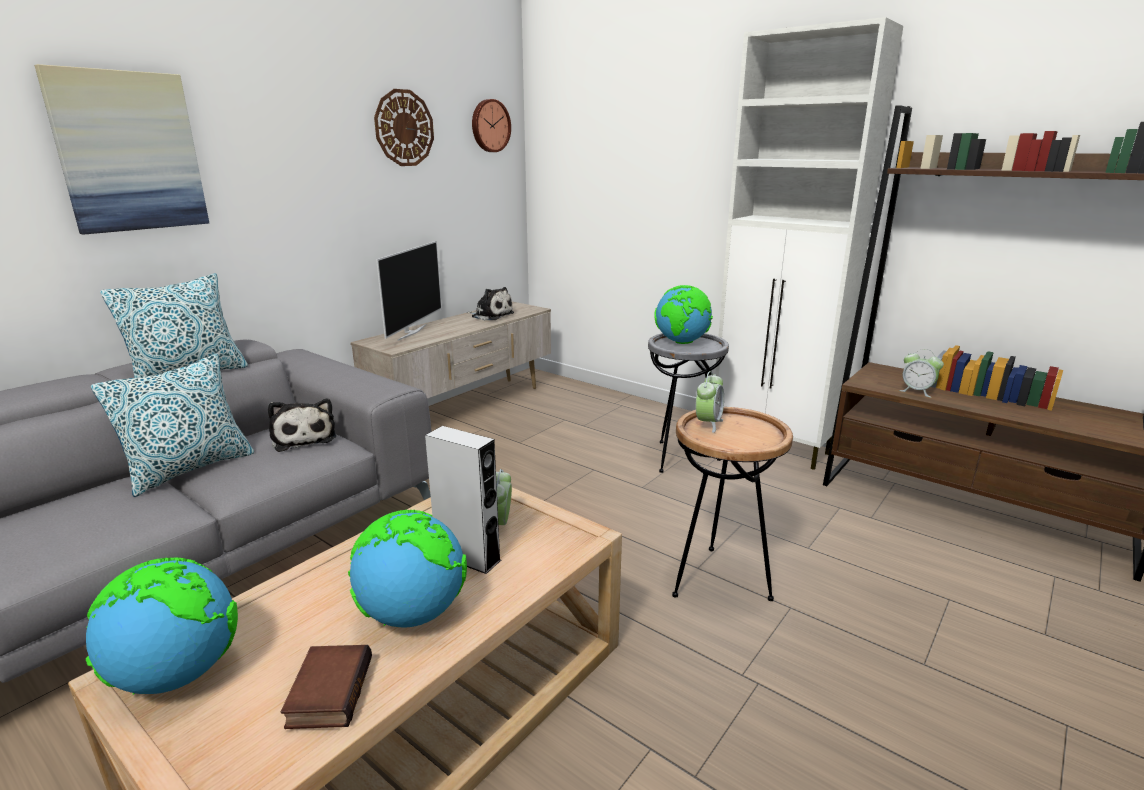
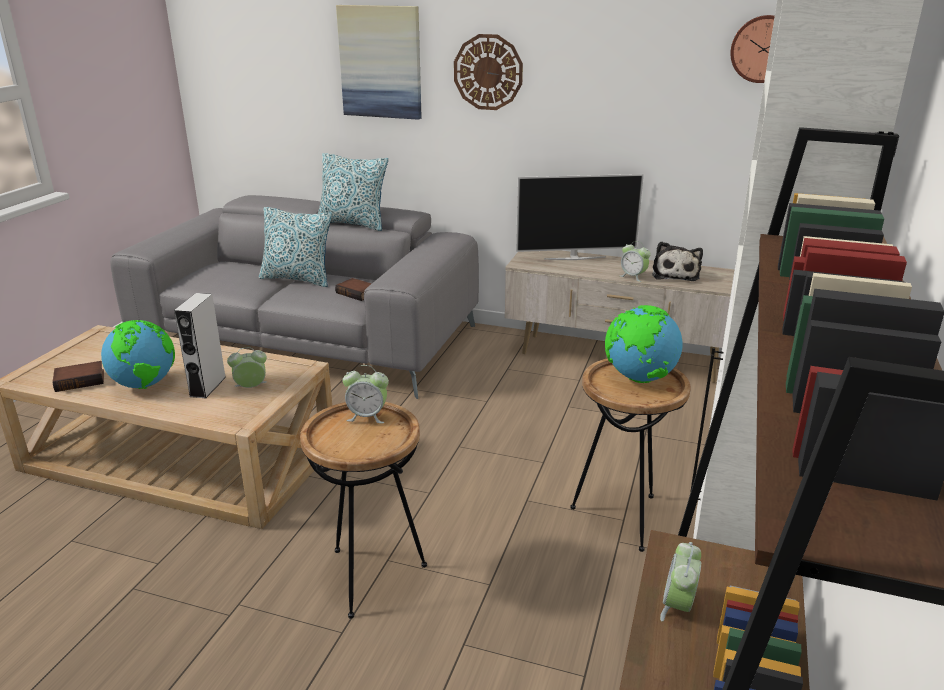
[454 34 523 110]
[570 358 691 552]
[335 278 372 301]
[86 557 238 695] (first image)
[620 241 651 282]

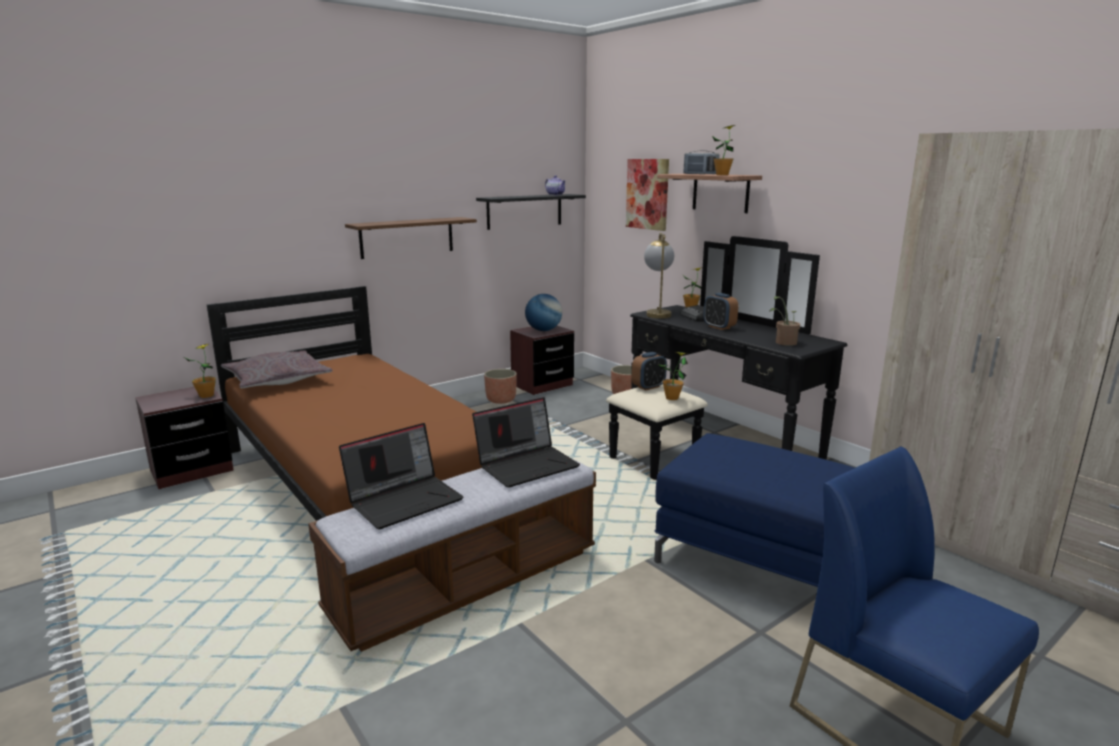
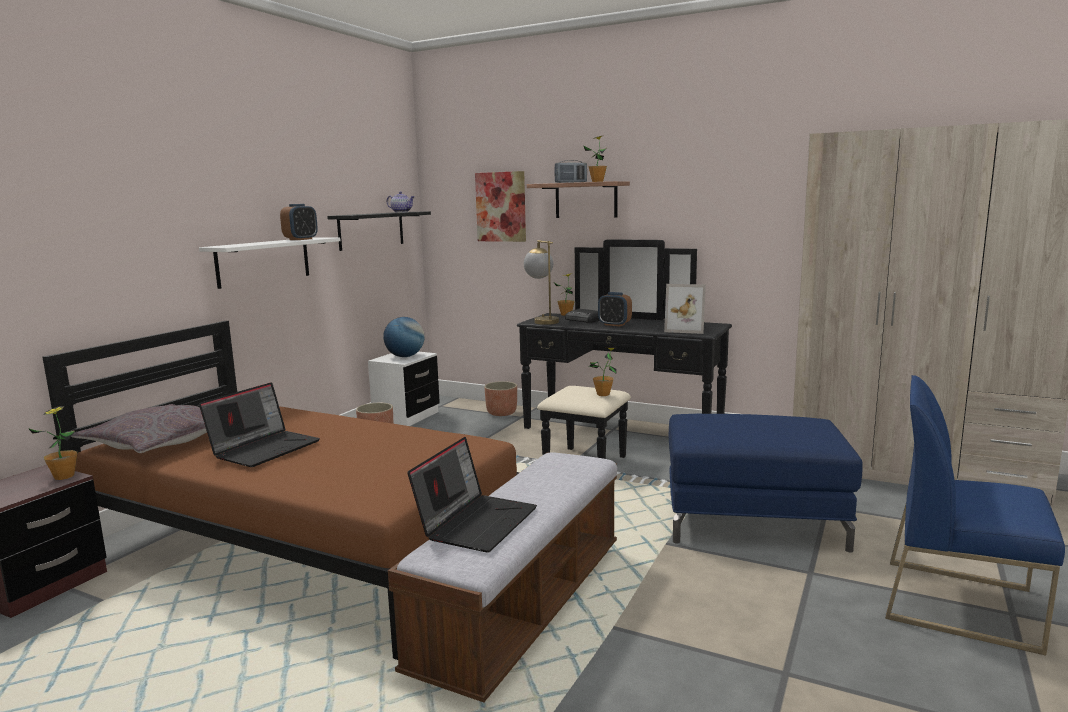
[199 237 341 289]
[664 284 706 334]
[368 352 440 426]
[280 204 318 240]
[199 382 320 467]

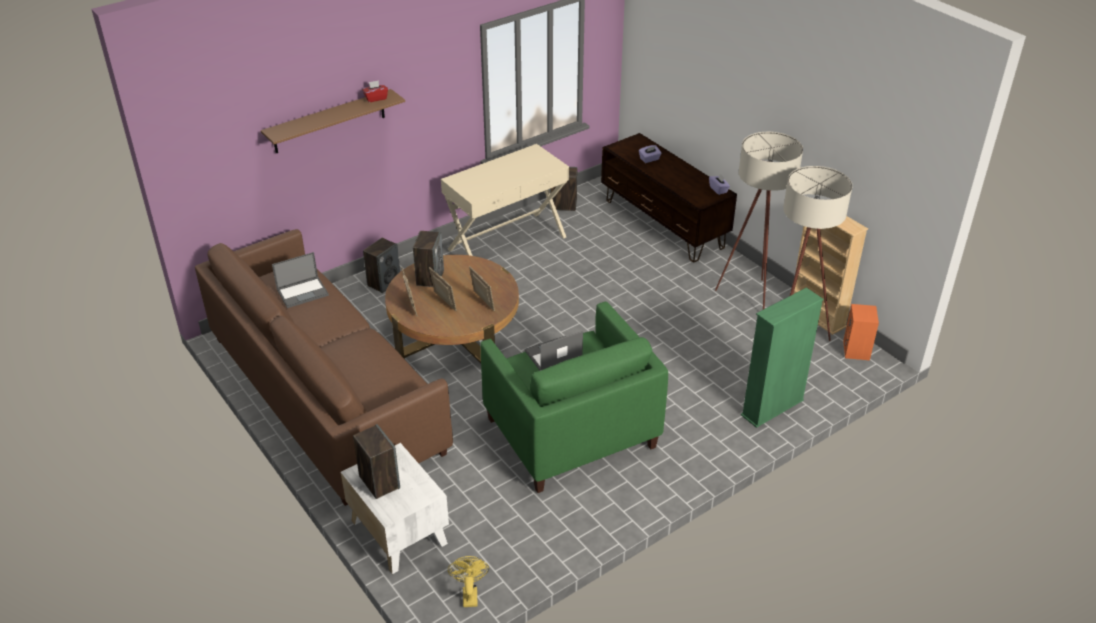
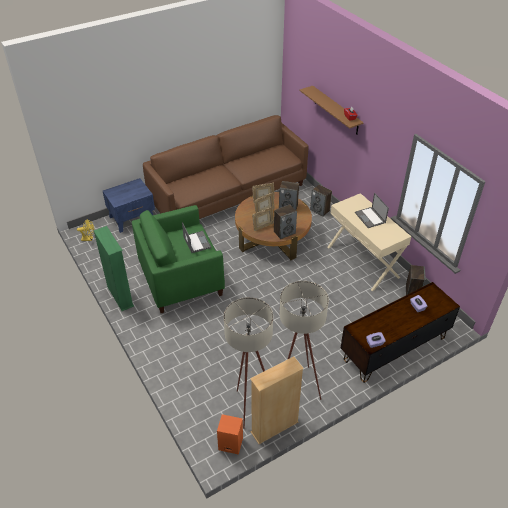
[355 193 389 228]
[94 226 134 311]
[274 205 297 239]
[103 178 155 233]

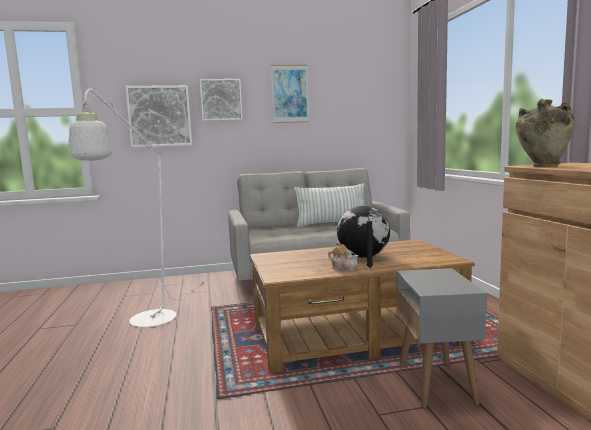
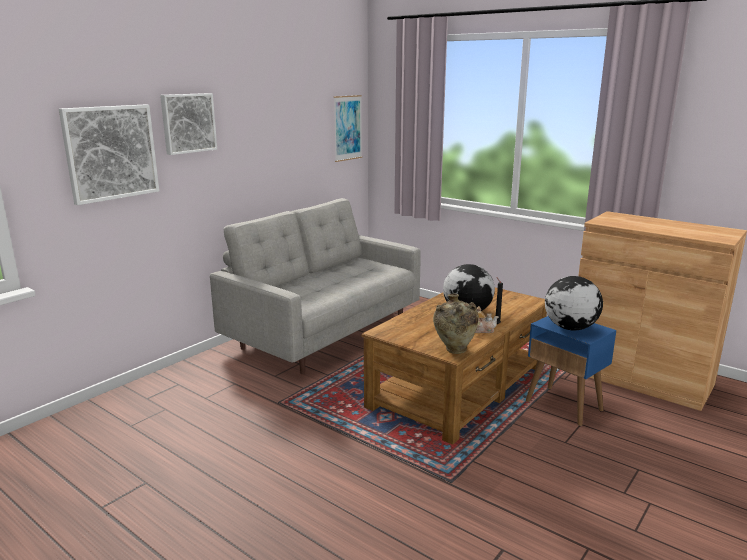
[334 95 362 162]
[69 86 206 327] (first image)
[433 294 479 354]
[294 183 365 227] (first image)
[526 316 616 426]
[545 276 603 331]

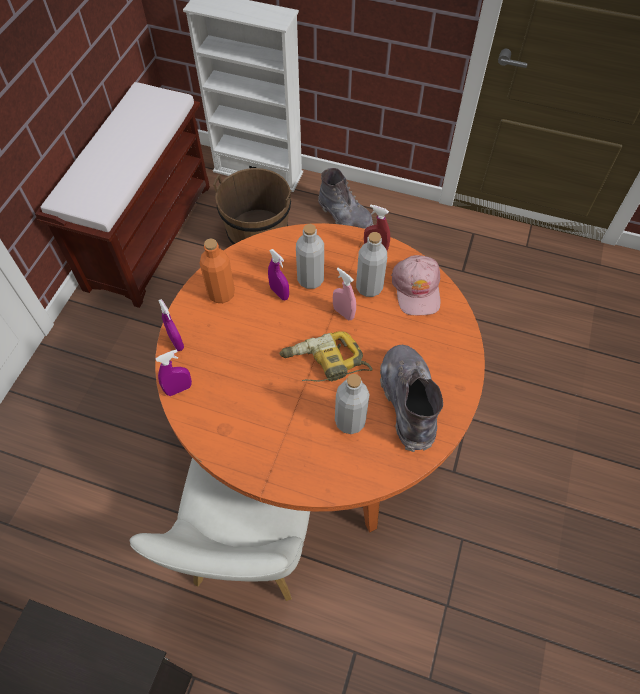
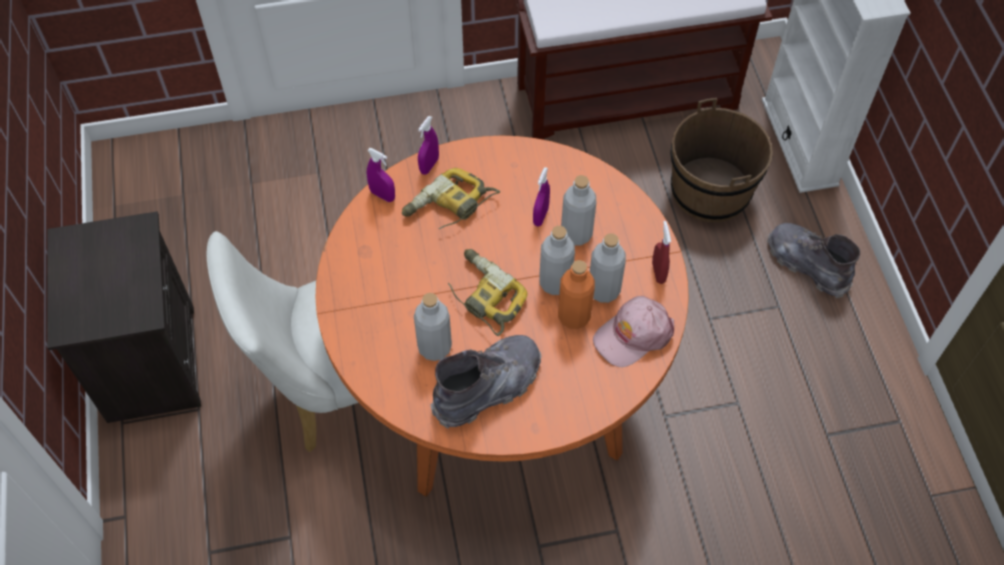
[767 223 860 299]
[558 260 595 329]
[539 226 575 295]
[402 168 500 229]

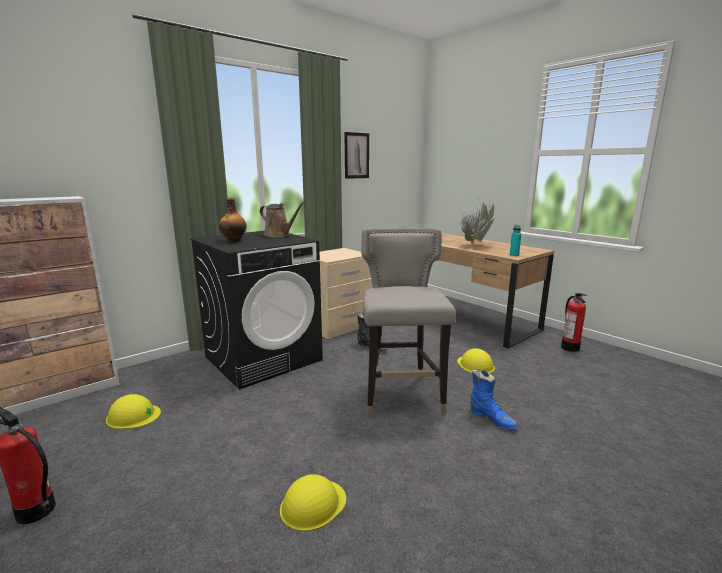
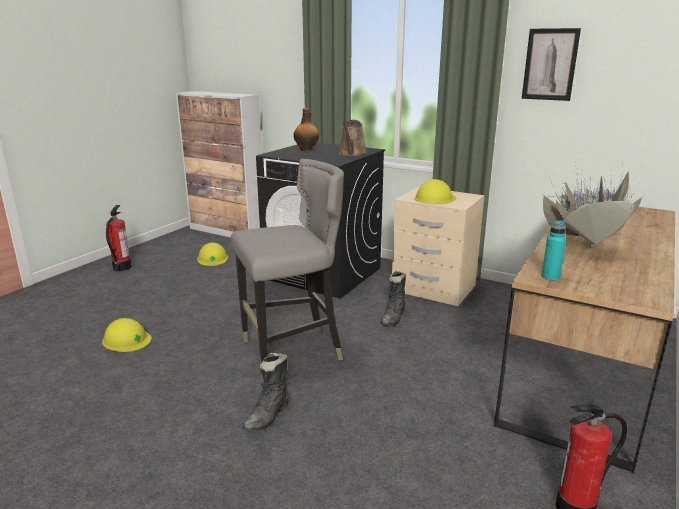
[414 179 457 204]
[242 353 289 432]

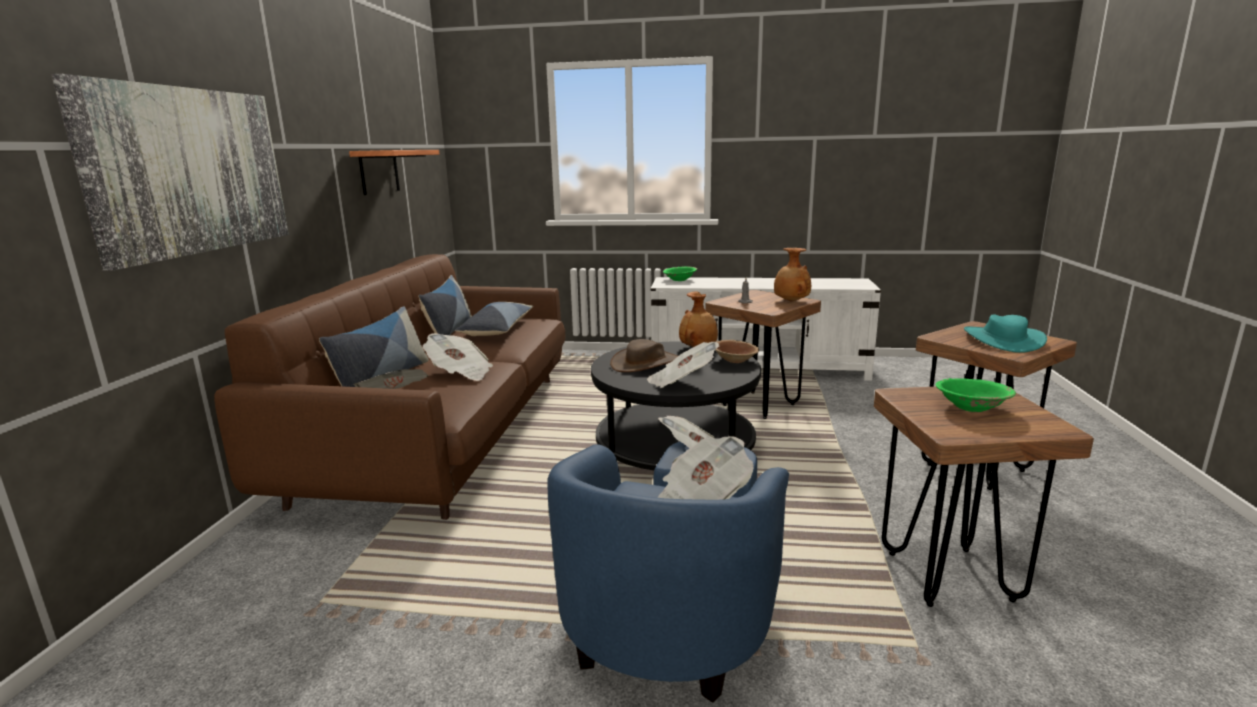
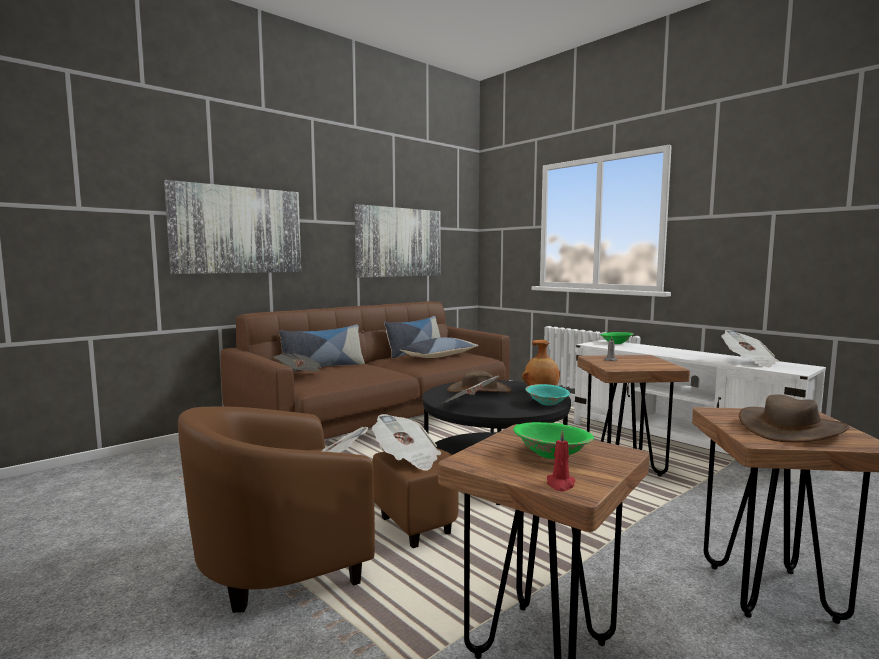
[354 204 440 277]
[774 248 811 302] (first image)
[739 394 850 442]
[721 330 779 368]
[525 384 570 406]
[178 406 459 613]
[547 430 575 492]

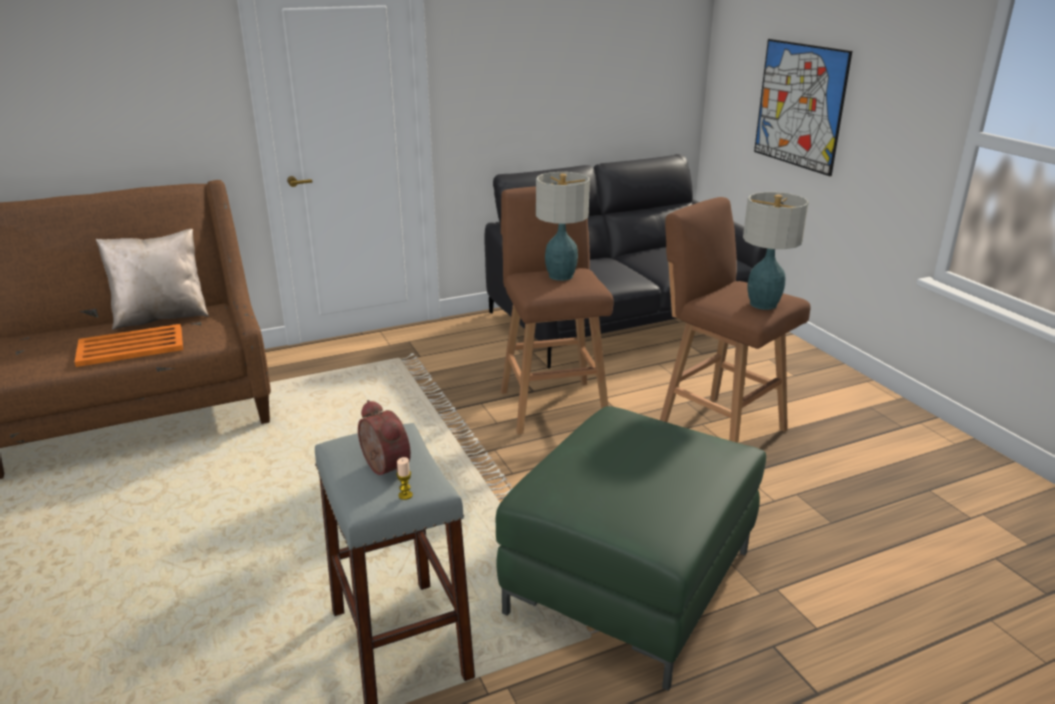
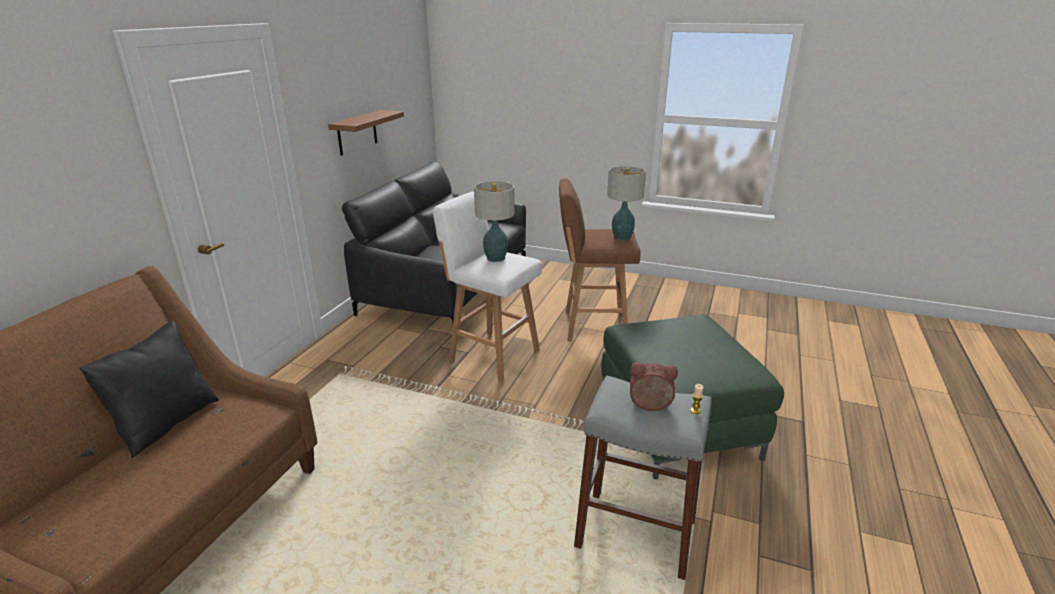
[754 39 852 176] (first image)
[433 191 542 382]
[79 321 219 458]
[75 324 183 367] (first image)
[328 110 404 156]

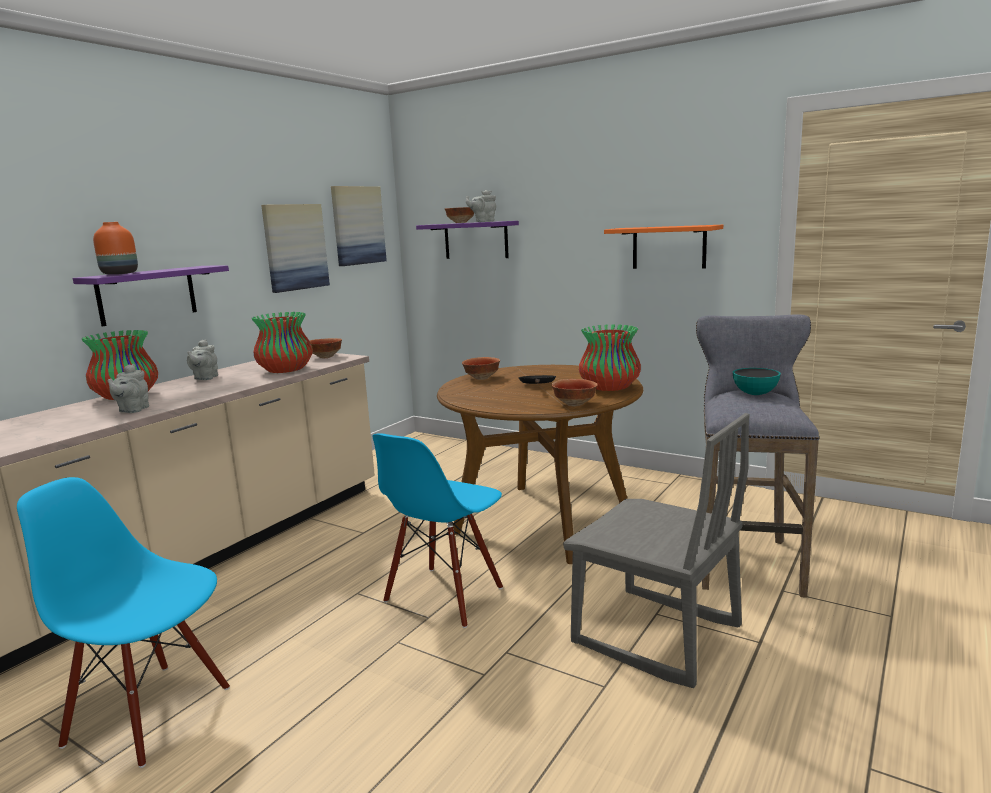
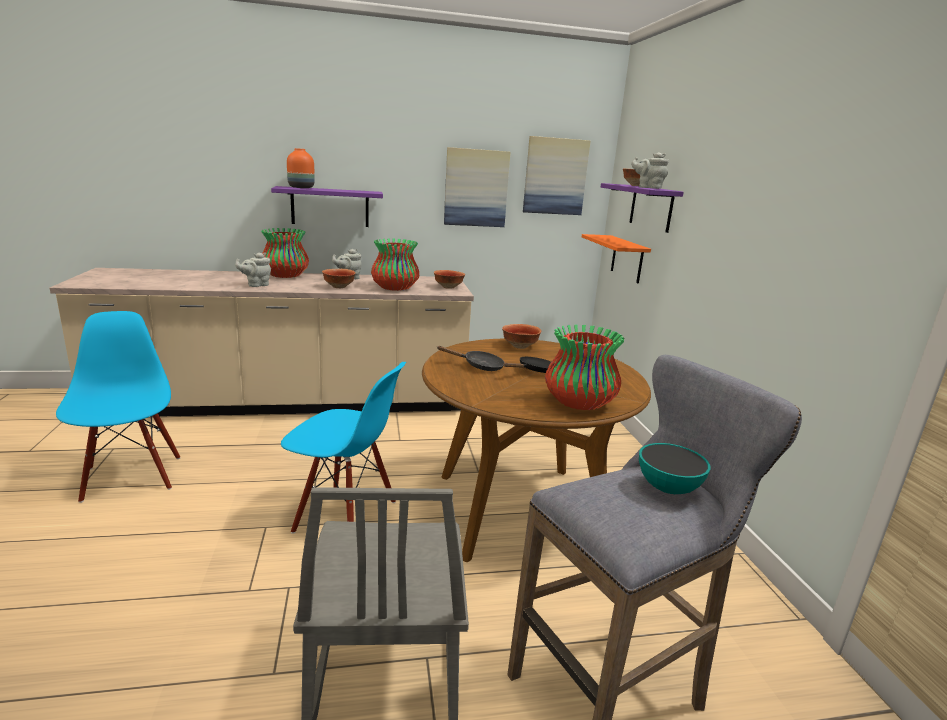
[582 234 651 283]
[322 269 356 288]
[281 362 406 534]
[437 346 505 371]

